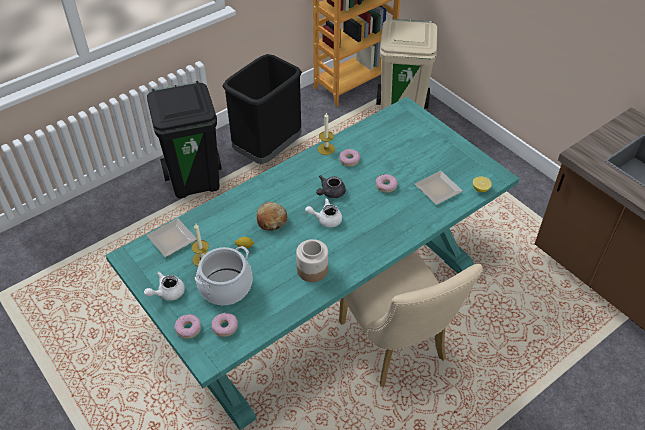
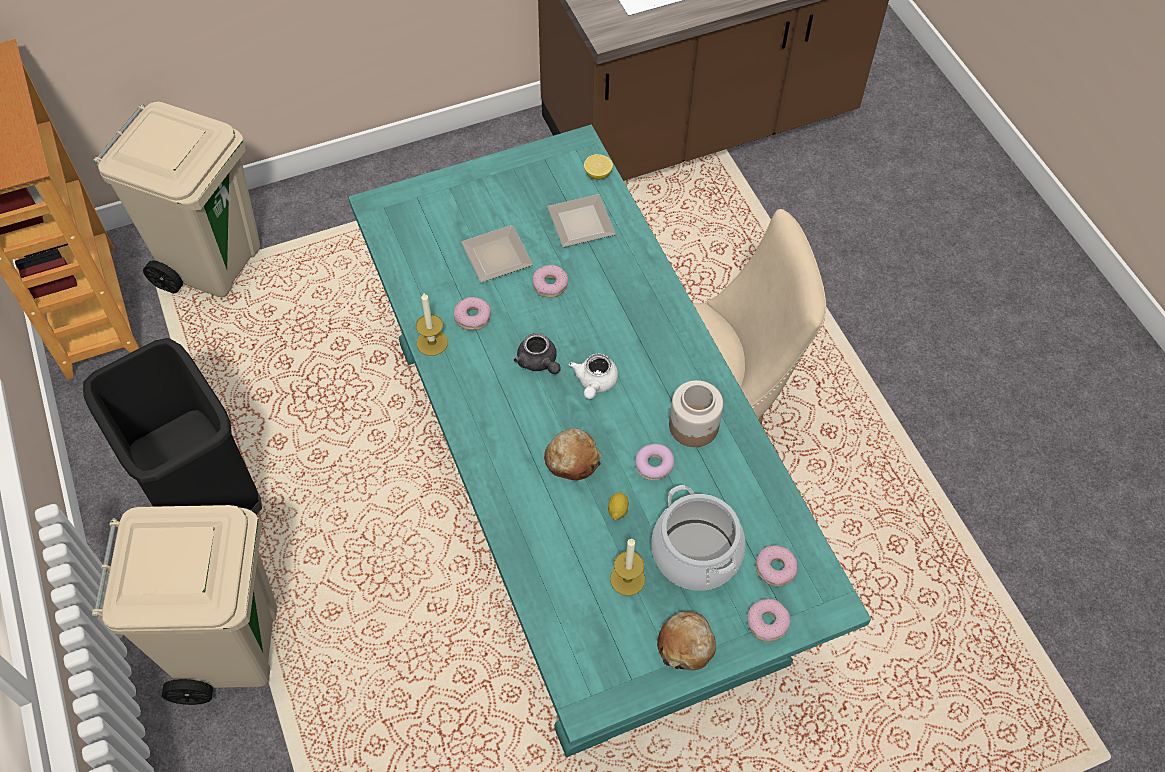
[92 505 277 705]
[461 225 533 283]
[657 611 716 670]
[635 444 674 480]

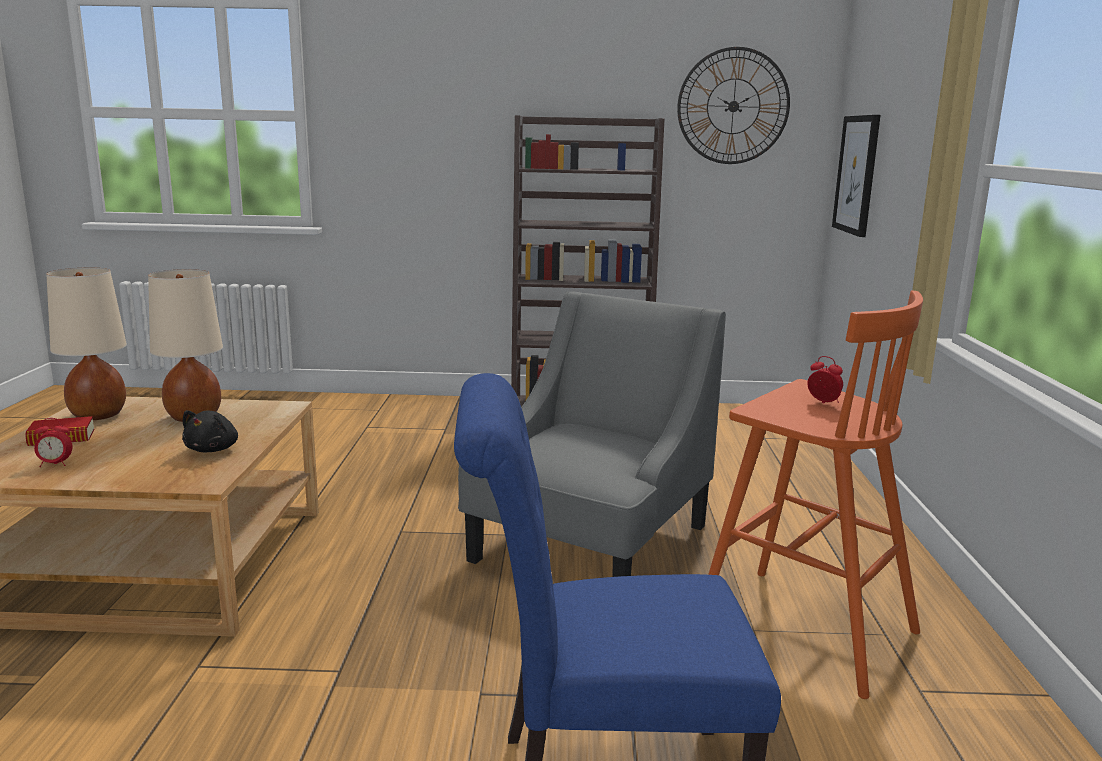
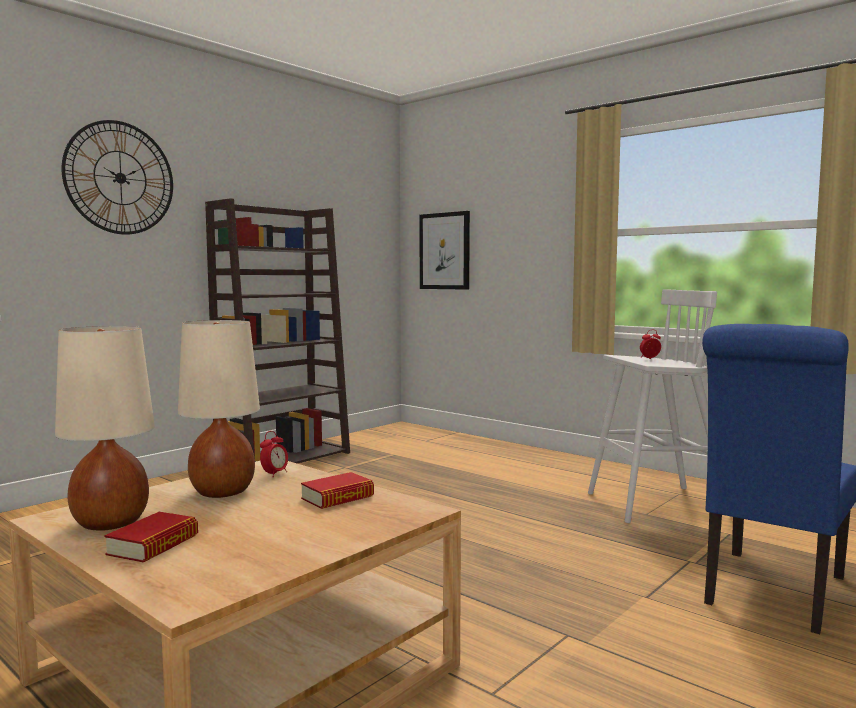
[62 120 173 235]
[588 289 717 523]
[458 292 726 577] (first image)
[301 472 374 509]
[260 431 288 477]

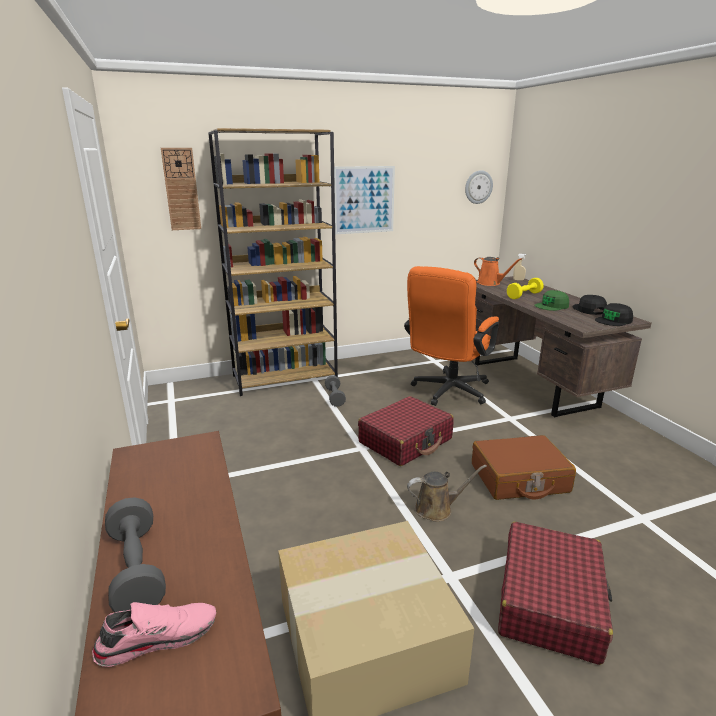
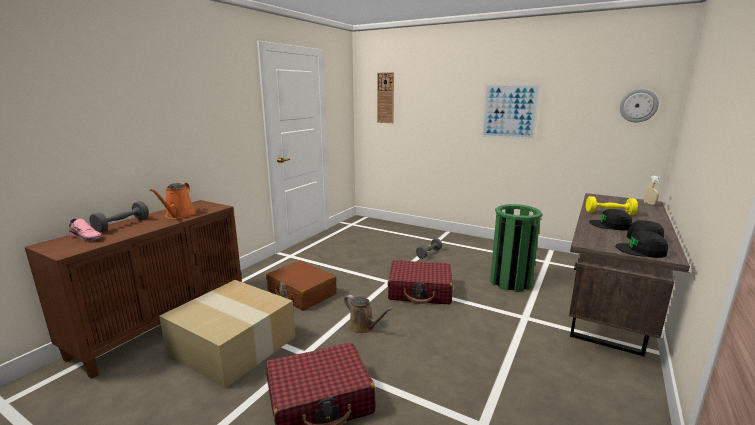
[208 128 338 396] (first image)
[150 183 196 219]
[490 204 543 292]
[589 209 632 230]
[266 260 337 311]

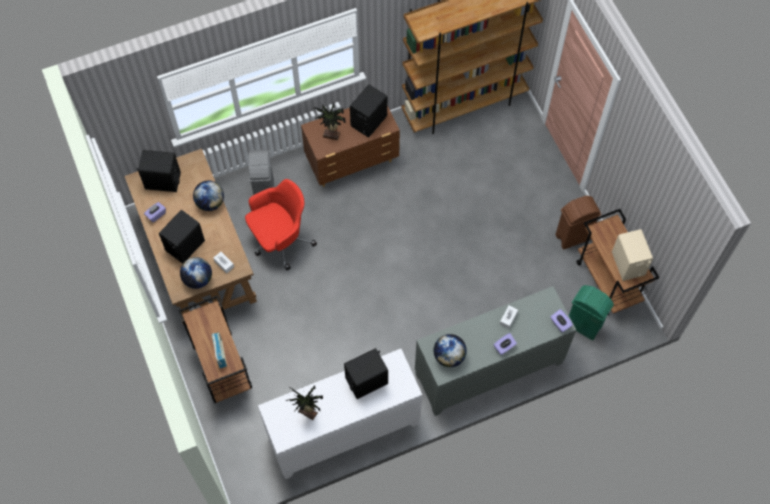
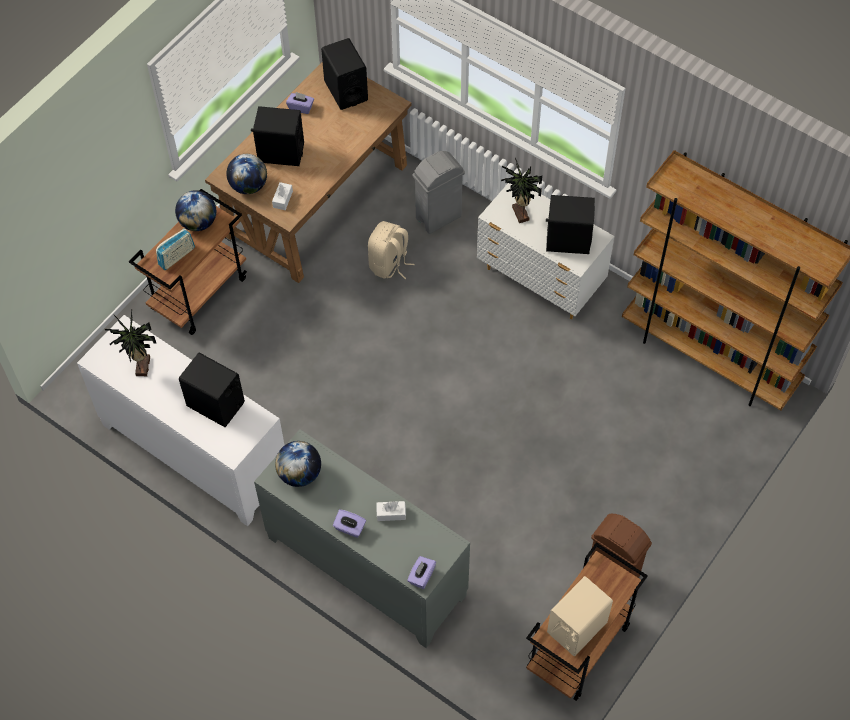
[477 183 614 319]
[368 221 415 279]
[175 190 216 231]
[569 285 614 341] (first image)

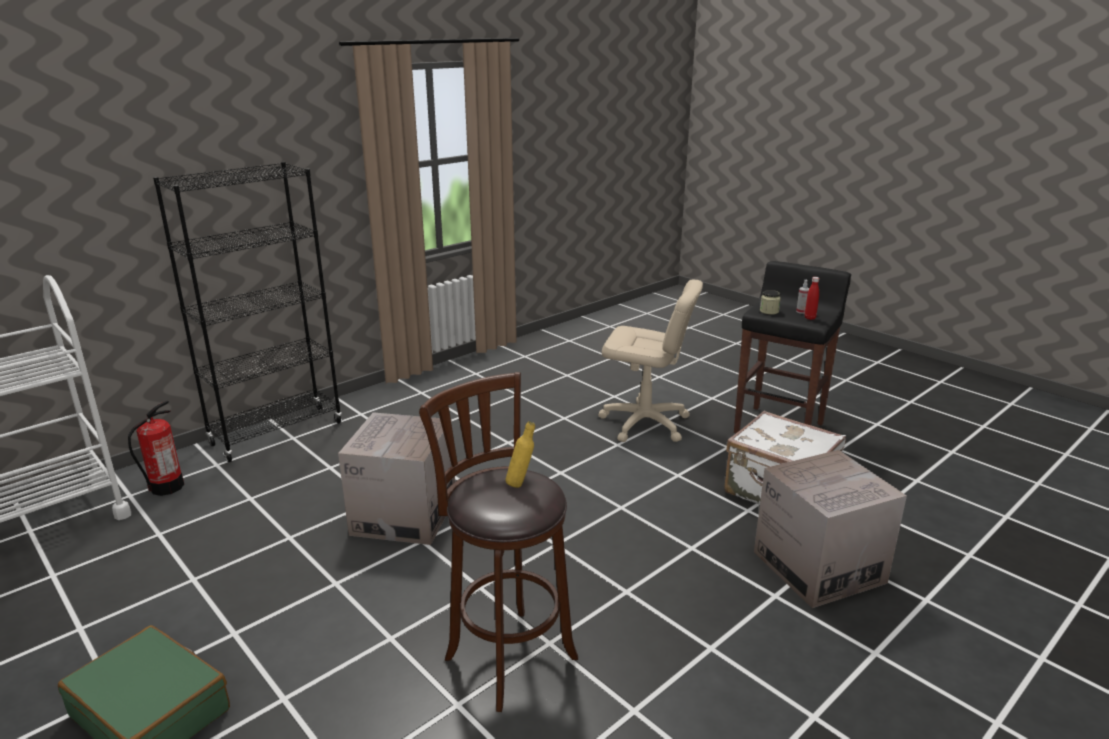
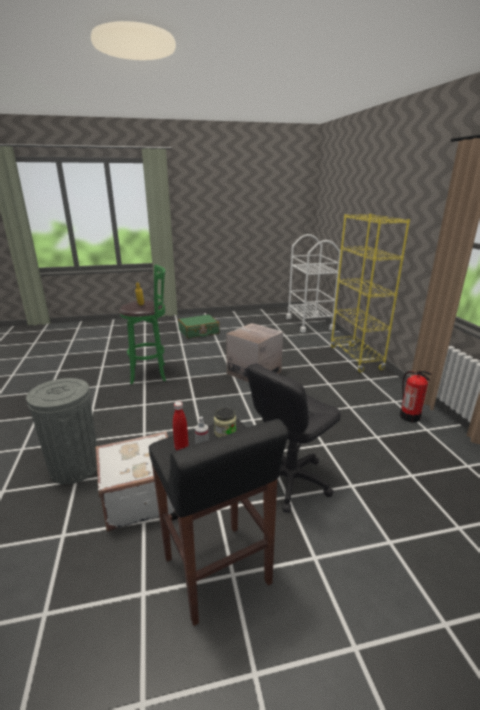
[330 214 410 372]
[246 363 341 513]
[119 265 166 384]
[400 371 432 423]
[26 378 97 484]

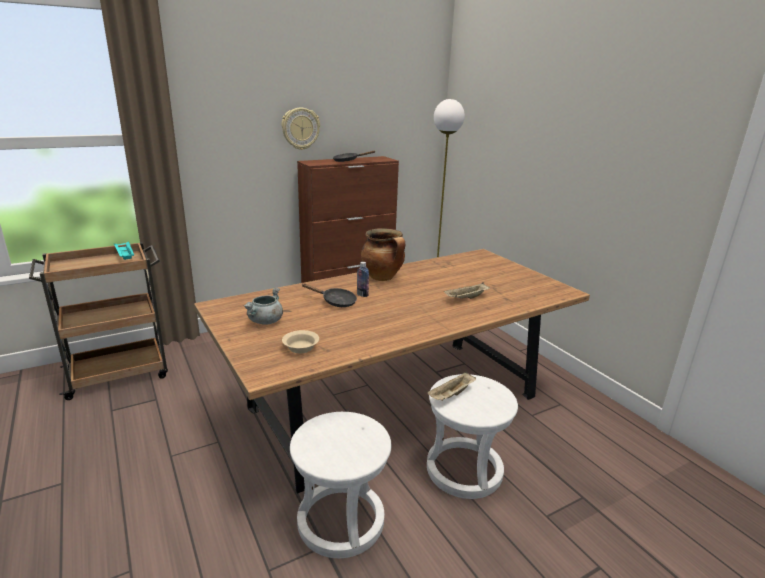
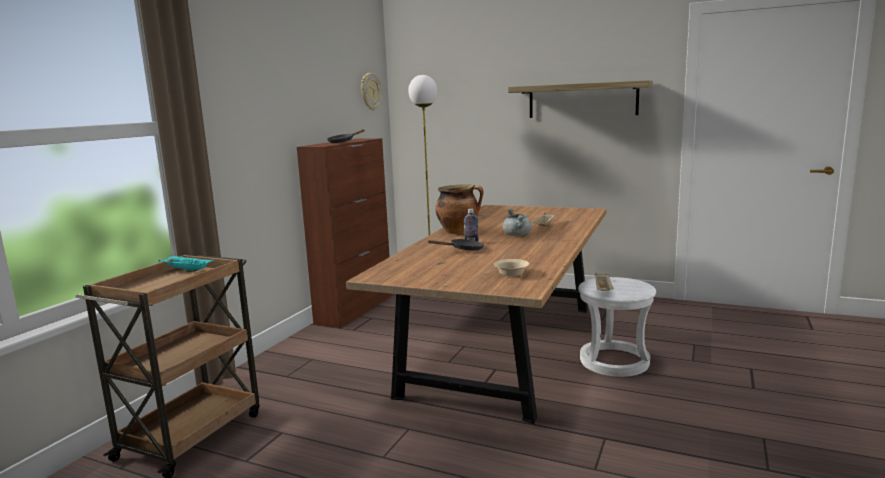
[361 73 382 110]
[503 209 532 236]
[290 412 391 558] (first image)
[508 80 653 118]

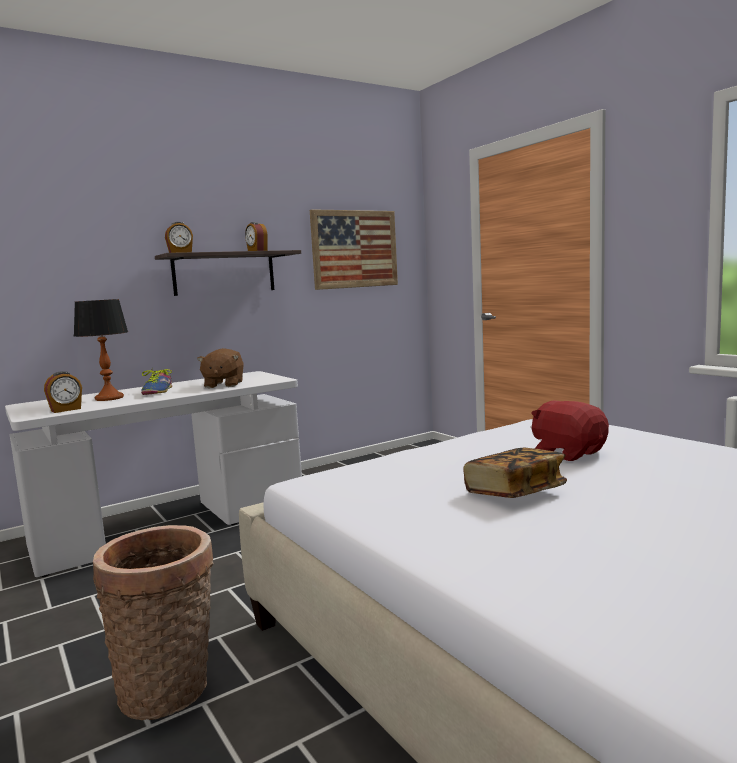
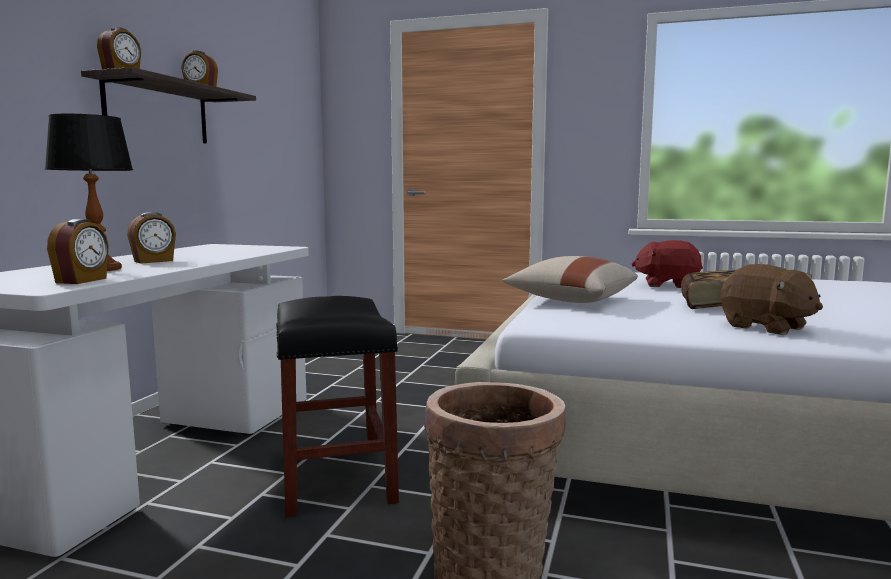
[310 209 398 290] (first image)
[721 264 823 335]
[127 212 176 264]
[502 256 638 303]
[277 296 399 518]

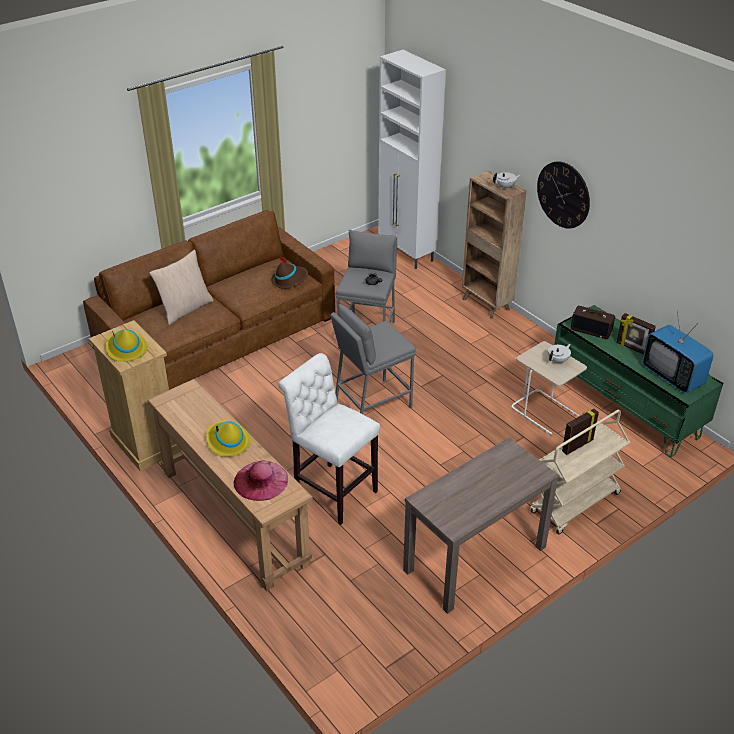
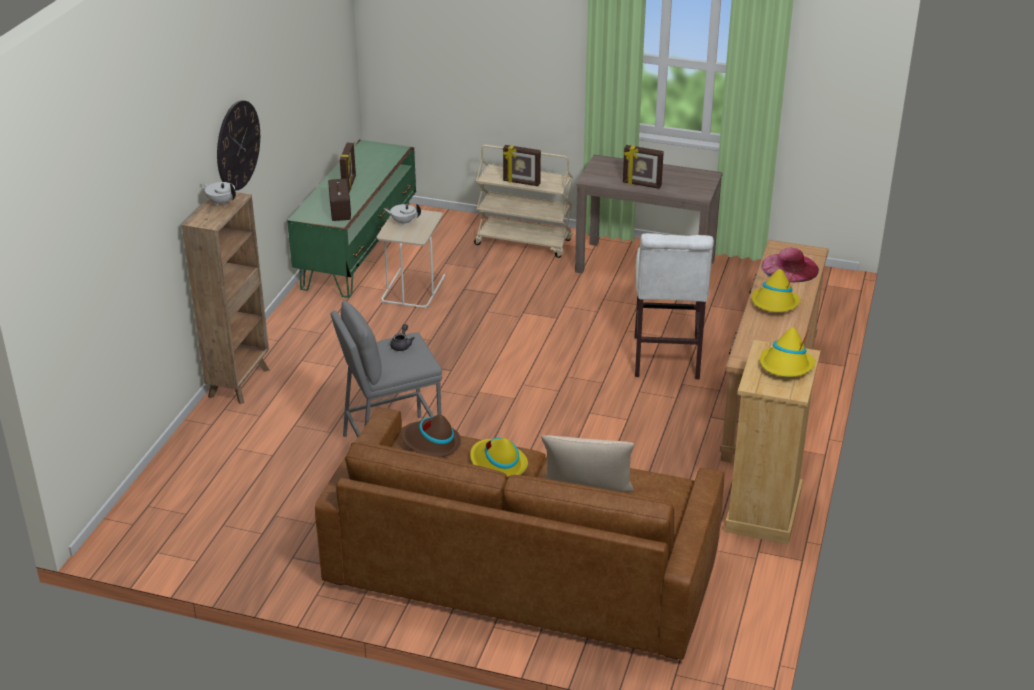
[378 50 446 269] (first image)
[331 304 416 414] (first image)
[642 312 713 393] (first image)
[623 145 664 189]
[470 438 528 477]

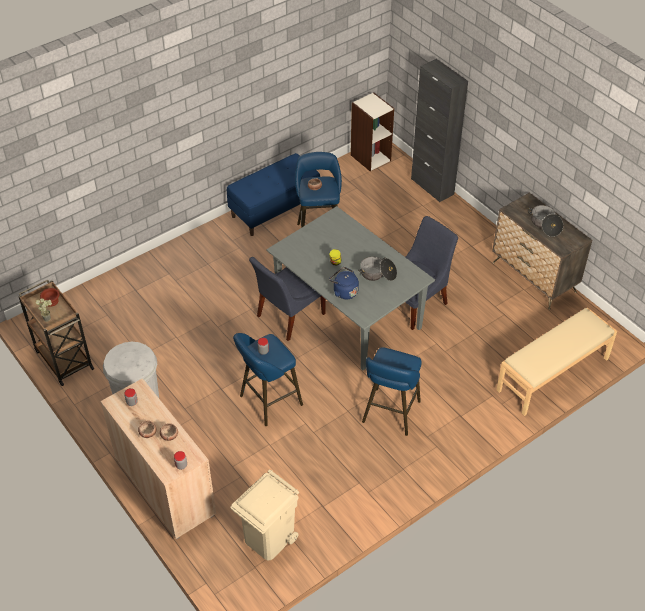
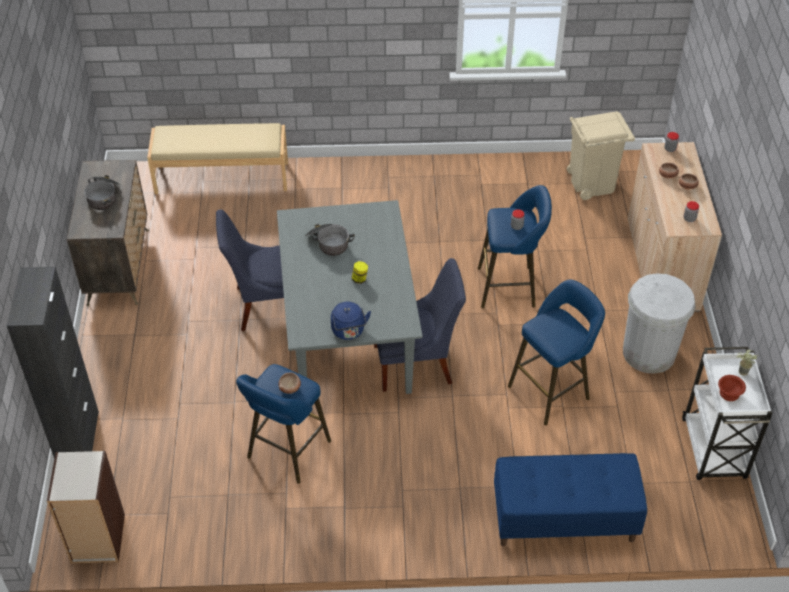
[494 453 647 546]
[331 302 371 340]
[682 347 772 480]
[508 280 605 426]

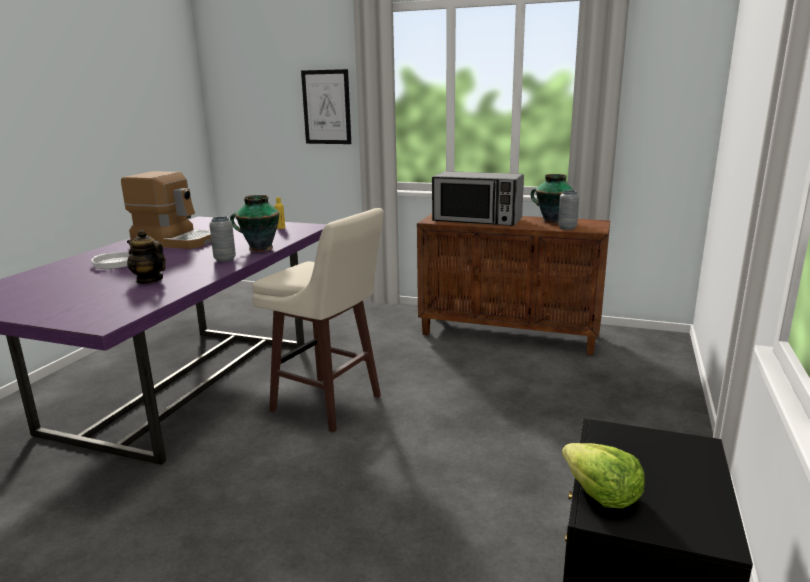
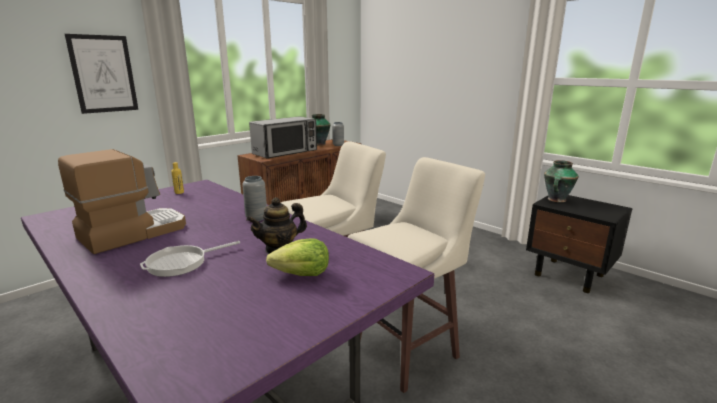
[544 160 579 202]
[266 238 329 276]
[348 157 485 393]

